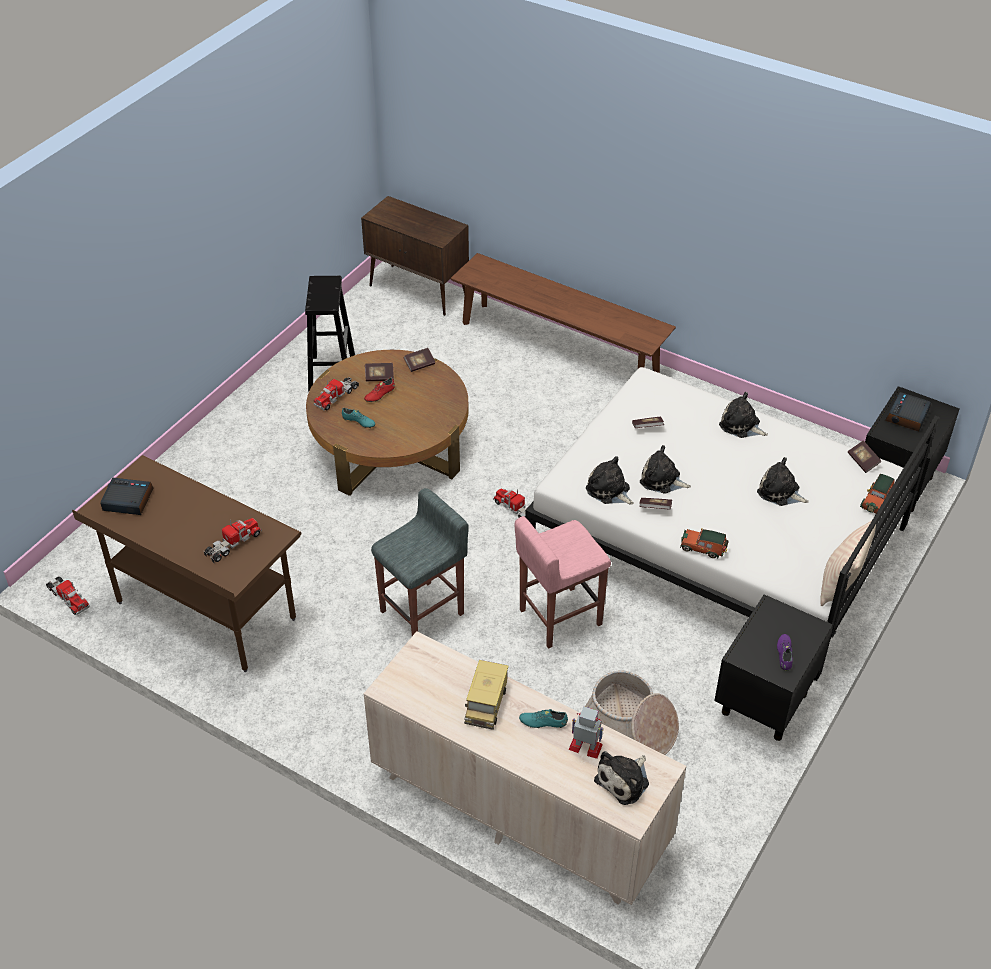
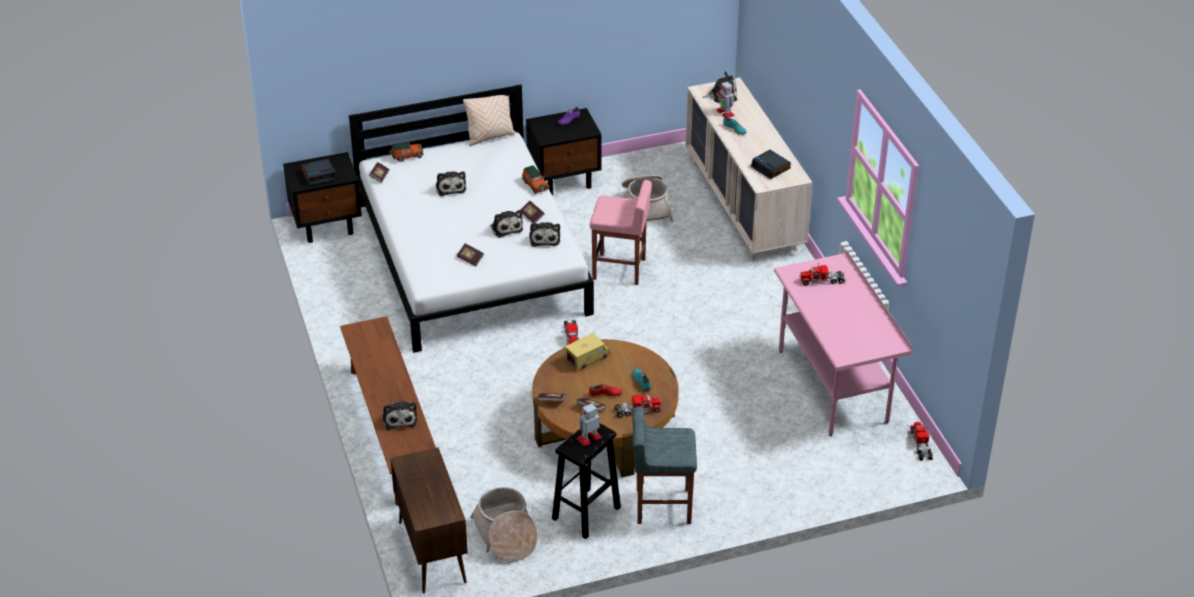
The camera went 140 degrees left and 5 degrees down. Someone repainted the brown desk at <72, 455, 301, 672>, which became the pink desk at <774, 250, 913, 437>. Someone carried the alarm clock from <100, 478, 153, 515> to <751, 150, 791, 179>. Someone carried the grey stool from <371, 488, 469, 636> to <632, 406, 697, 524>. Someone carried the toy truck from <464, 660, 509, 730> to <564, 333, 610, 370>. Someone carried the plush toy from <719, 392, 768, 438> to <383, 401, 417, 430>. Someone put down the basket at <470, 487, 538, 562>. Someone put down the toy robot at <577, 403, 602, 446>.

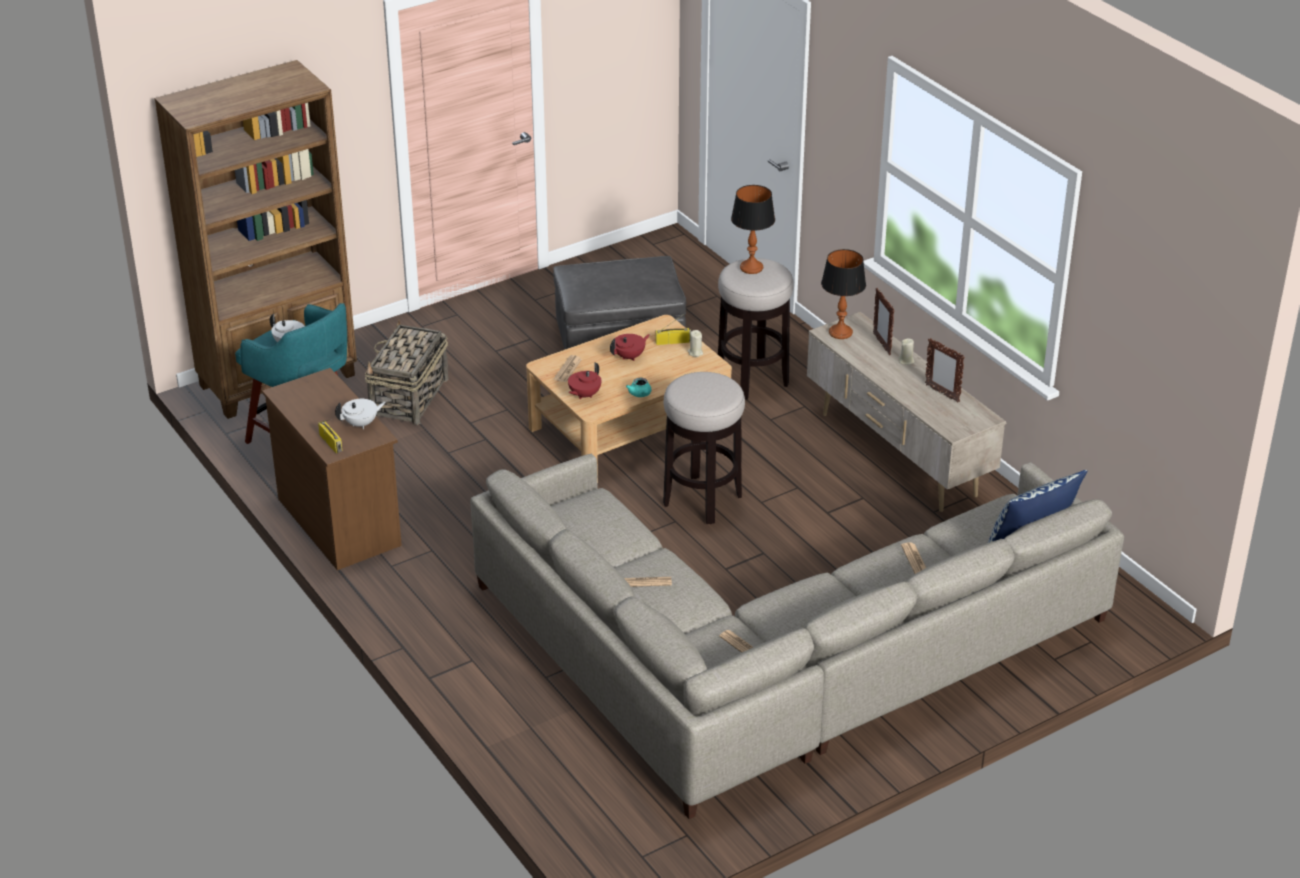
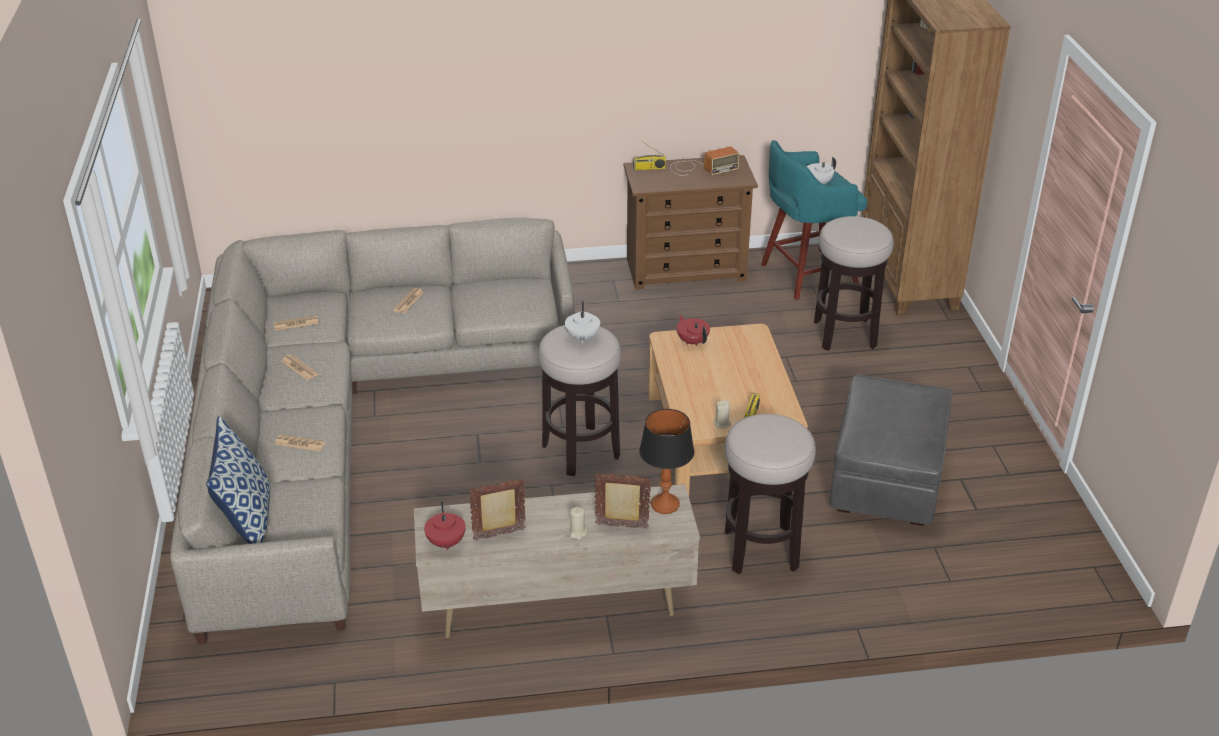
The camera went 115 degrees right and 0 degrees up. Someone carried the white teapot from <335, 399, 386, 429> to <565, 302, 600, 344>. Someone swapped the basket at <365, 320, 449, 425> for the stool at <814, 216, 894, 351>. Someone carried the newspaper from <554, 355, 582, 382> to <281, 354, 318, 380>. Someone carried the red teapot from <610, 334, 650, 361> to <424, 501, 466, 550>. Someone took away the turquoise teapot at <626, 378, 651, 397>. Someone took away the table lamp at <731, 185, 775, 274>. Someone put down the radio at <670, 146, 740, 176>.

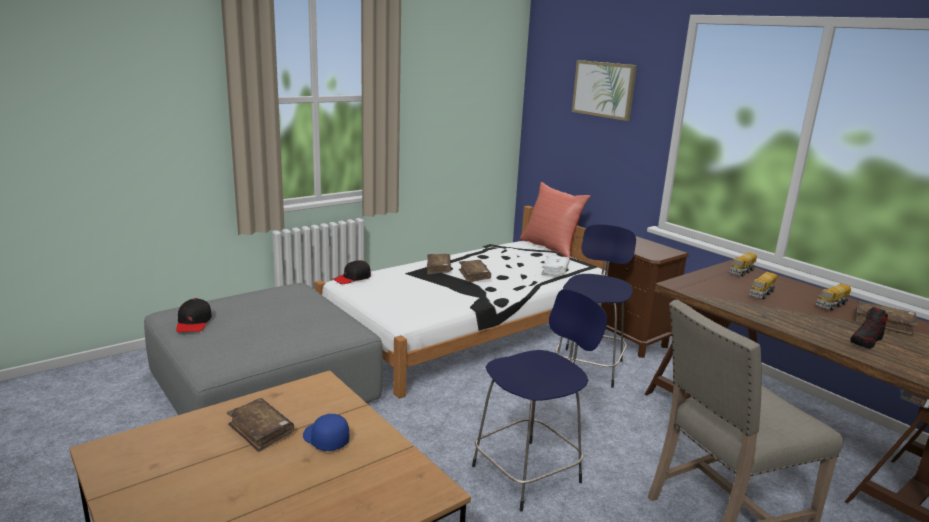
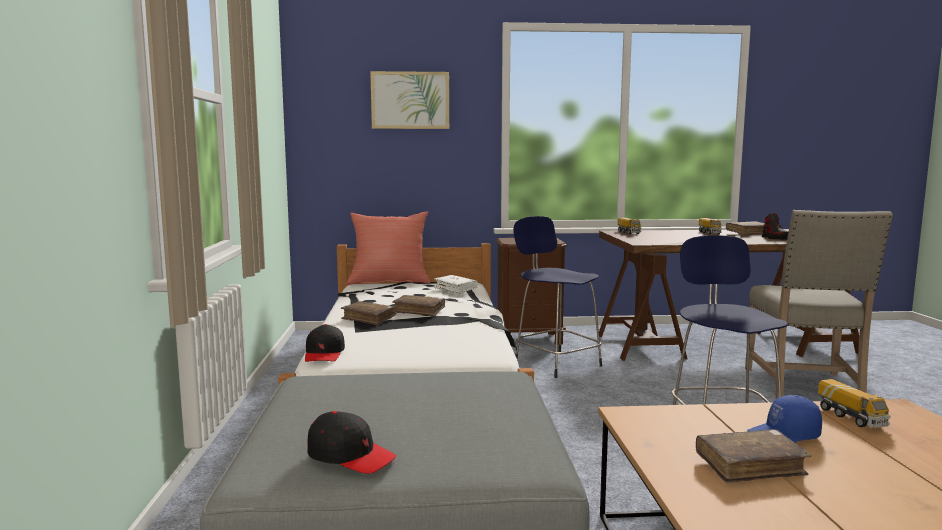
The camera went 55 degrees left and 10 degrees down. Someone carried the toy truck from <749, 272, 777, 299> to <818, 379, 891, 428>.

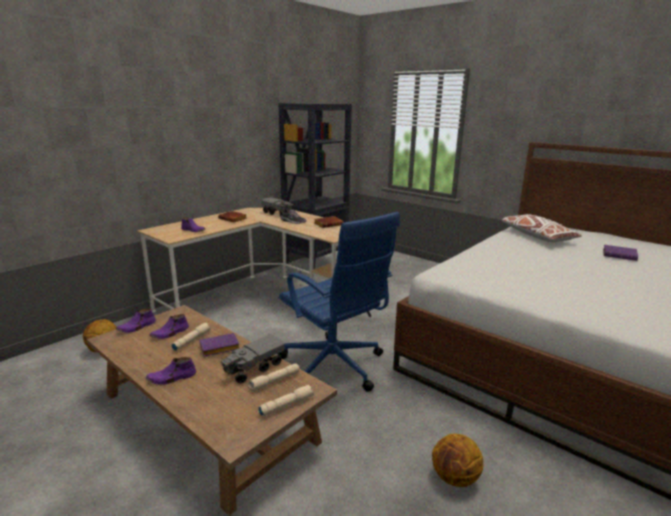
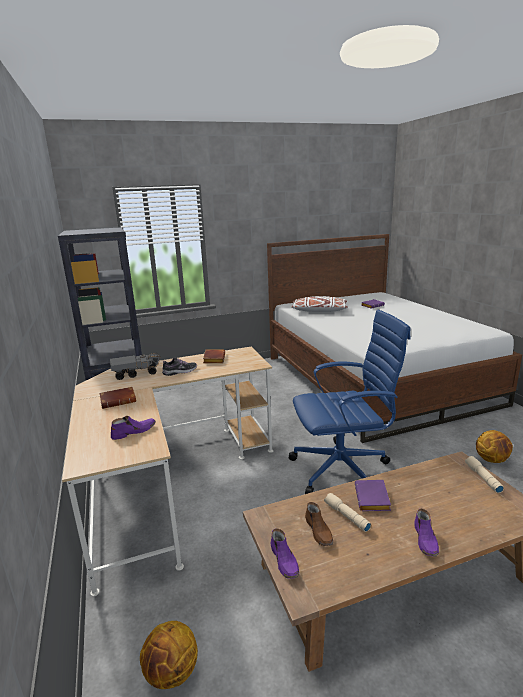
The camera went 60 degrees left and 0 degrees up. Someone repainted the purple shoe at <150, 314, 189, 339>, which became the brown shoe at <305, 502, 333, 546>. Someone took away the toy truck at <220, 334, 284, 383>. Someone took away the beige flashlight at <248, 363, 299, 392>.

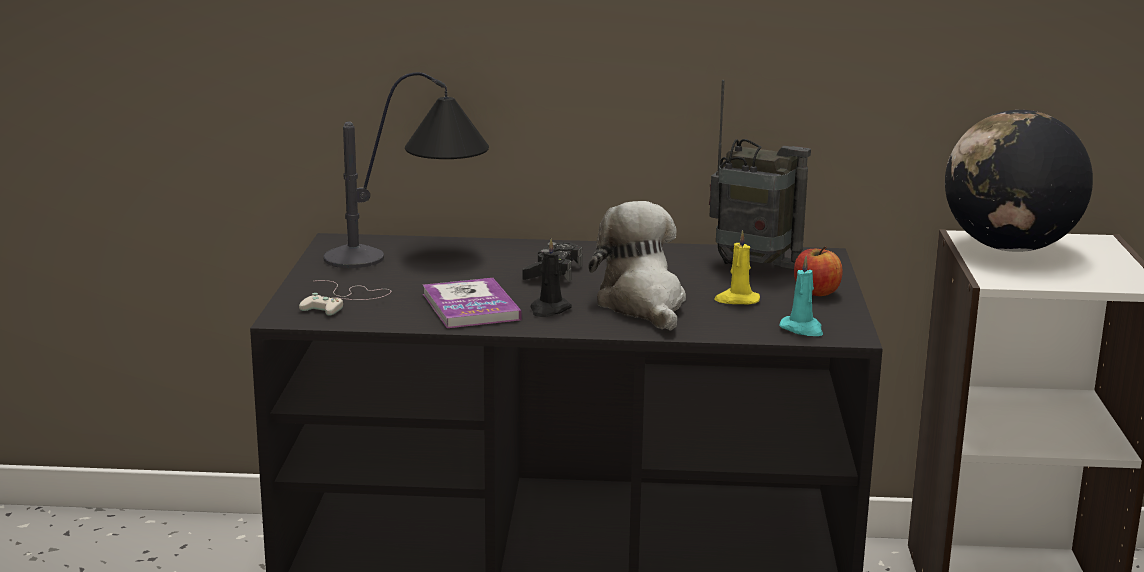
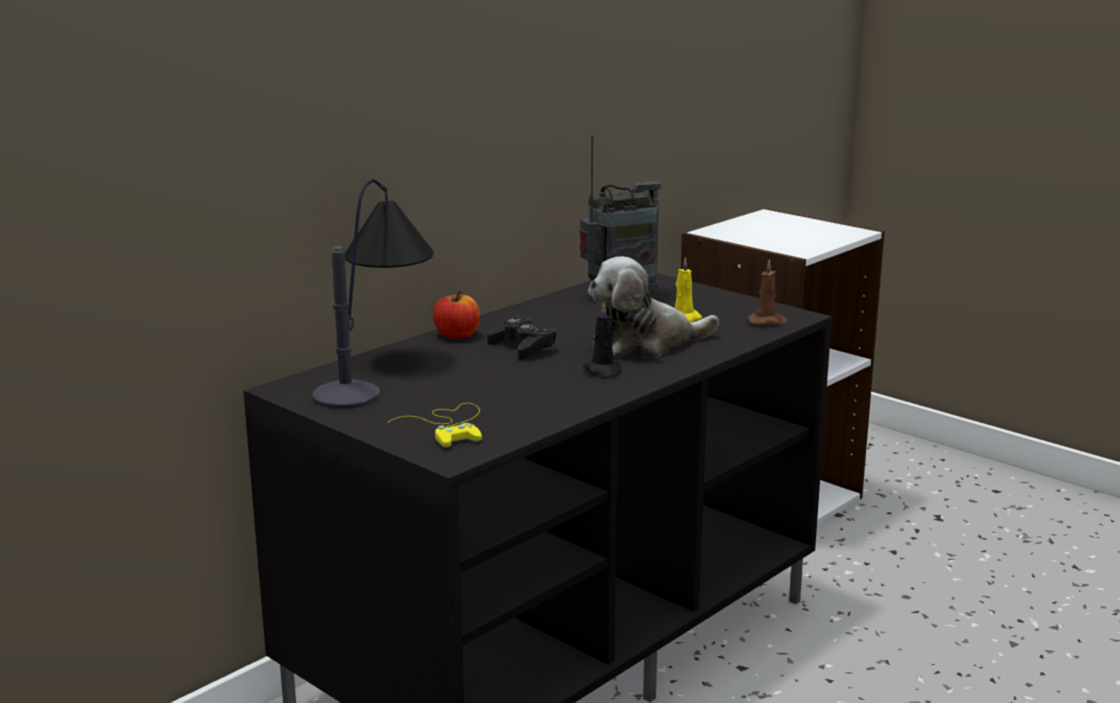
The camera went 50 degrees left and 0 degrees up. Someone repainted the white game controller at <299, 280, 391, 316>, which became the yellow game controller at <387, 403, 482, 447>. Someone took away the book at <423, 278, 521, 328>. Someone rotated the plush toy at <589, 201, 686, 331> by 45 degrees counterclockwise. Someone repainted the turquoise candle at <779, 256, 823, 336>, which became the brown candle at <747, 259, 788, 326>. Someone carried the apple from <794, 246, 843, 296> to <433, 291, 480, 339>. Someone took away the globe at <945, 110, 1093, 252>.

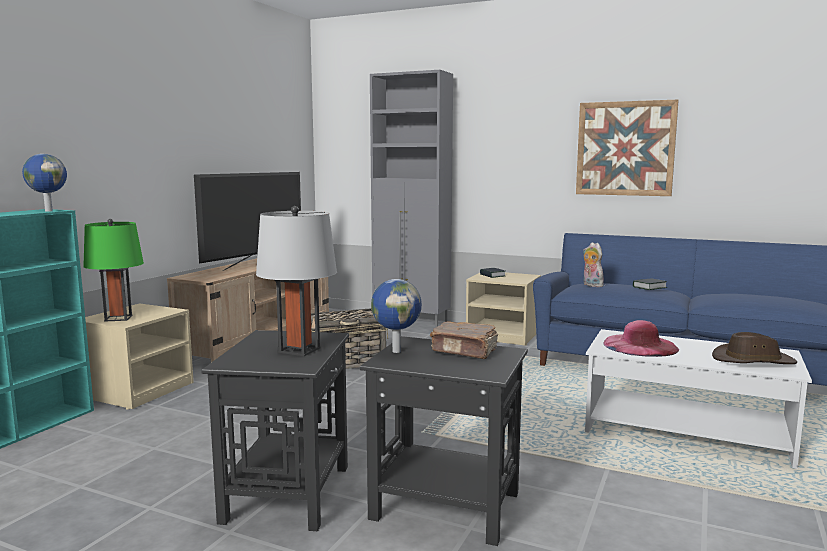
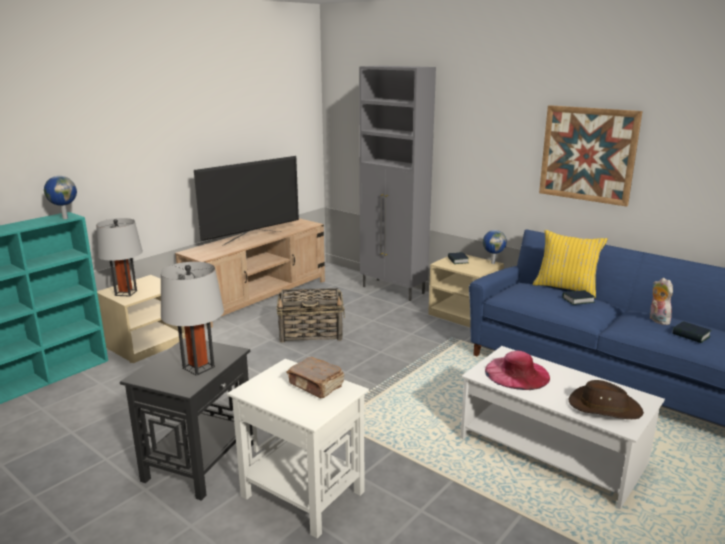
The camera went 15 degrees right and 10 degrees up. Someone repainted the green table lamp at <83, 219, 144, 322>, which became the grey table lamp at <96, 218, 143, 296>. Someone repainted the black side table at <360, 336, 528, 546>, which became the white side table at <227, 359, 369, 538>. Someone carried the globe from <371, 279, 422, 353> to <483, 230, 507, 264>. Someone carried the plush toy from <583, 242, 604, 287> to <650, 278, 673, 325>. Someone put down the yellow pillow at <533, 230, 608, 298>. Someone put down the book at <672, 321, 712, 343>.

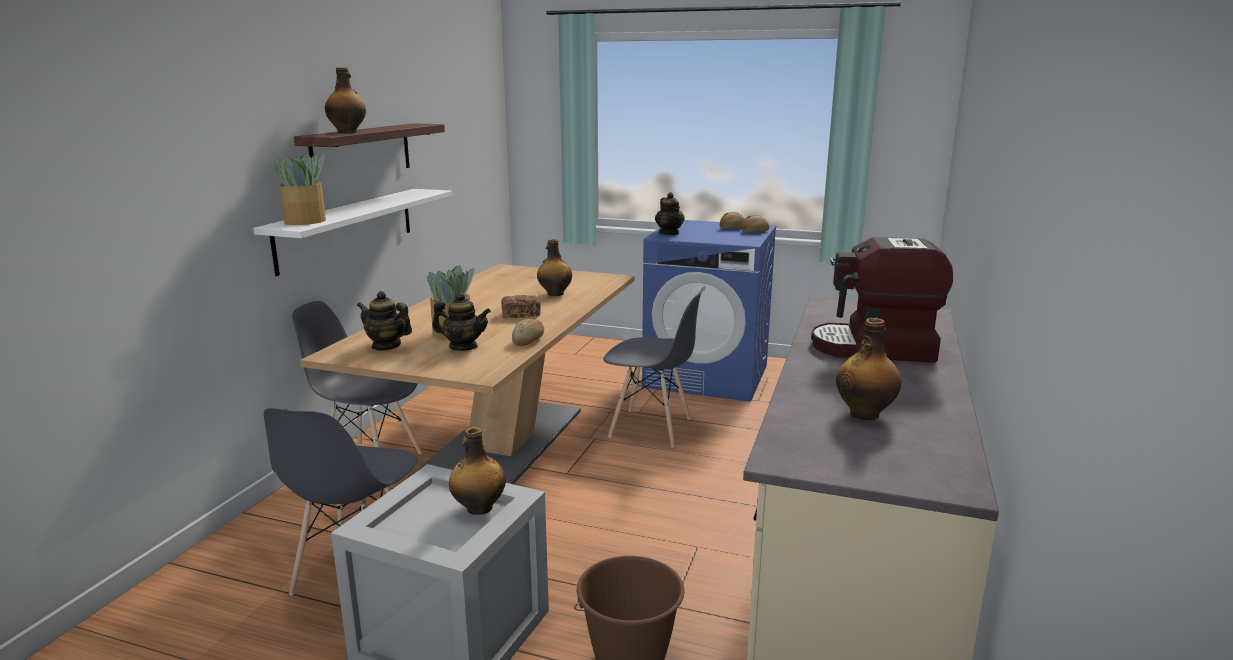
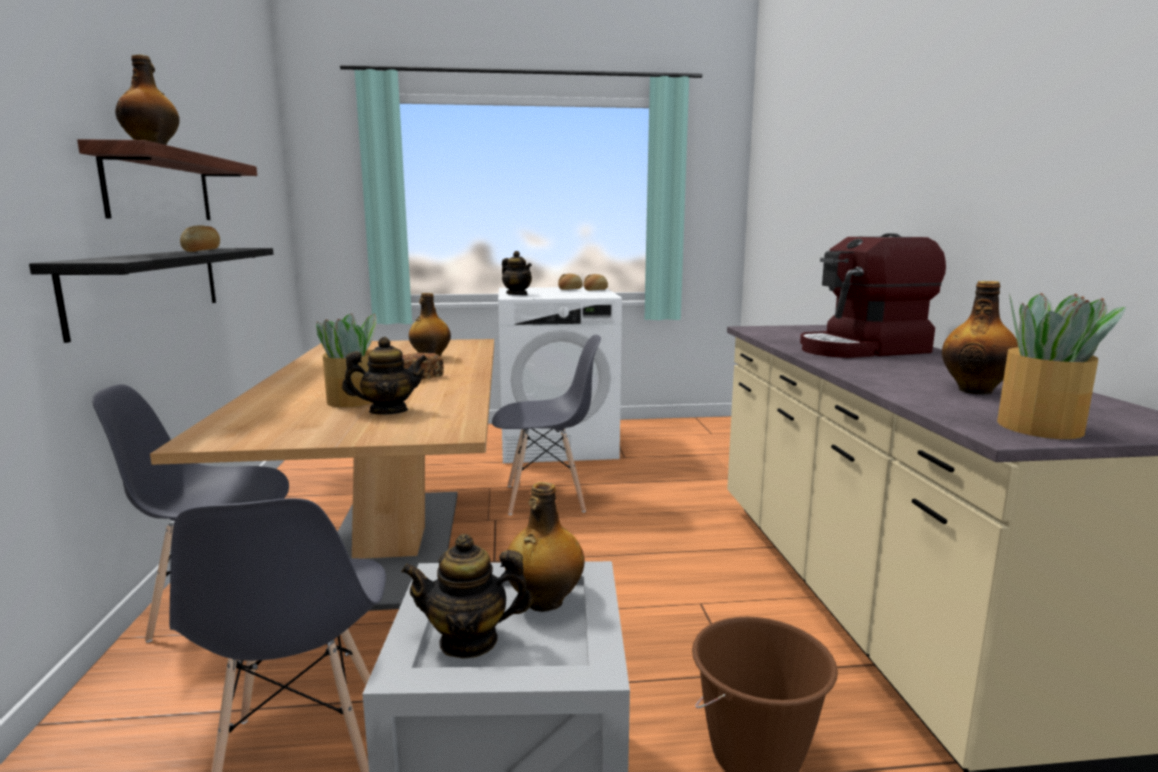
The camera went 25 degrees left and 5 degrees down. Someone repainted the white shelf at <253, 189, 452, 276>, which became the black shelf at <29, 248, 274, 343>. Someone carried the potted plant from <274, 153, 326, 225> to <997, 293, 1126, 439>. Someone carried the teapot from <357, 291, 412, 351> to <401, 534, 533, 659>. Someone carried the bread from <512, 319, 544, 346> to <180, 225, 220, 252>. Someone repainted the blue washing machine at <642, 220, 776, 402>, which became the white washing machine at <498, 287, 622, 463>.

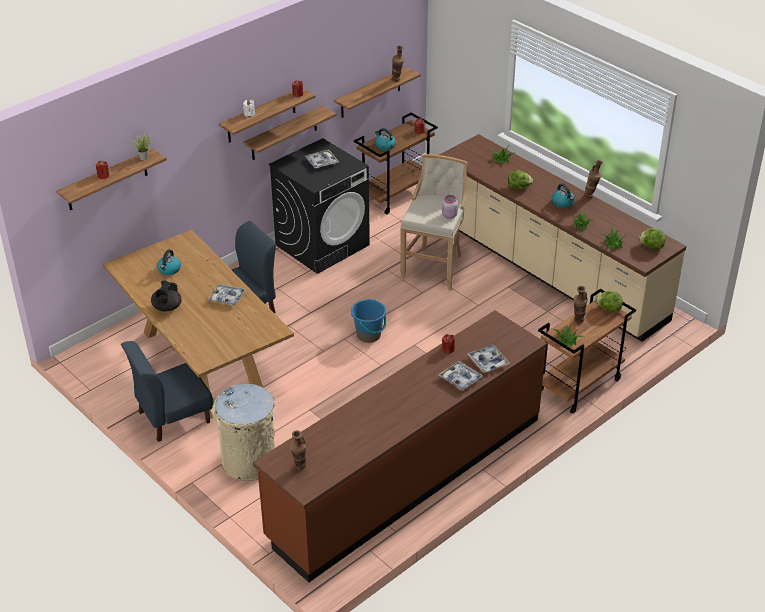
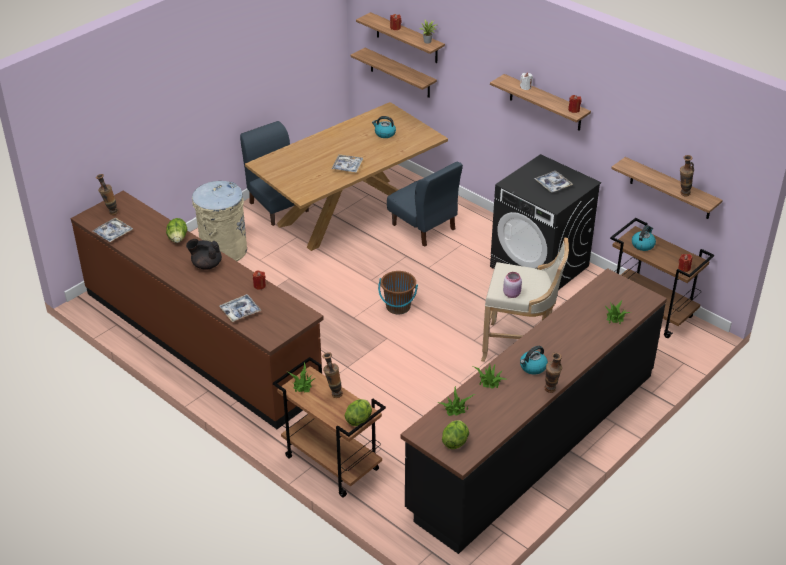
The camera went 85 degrees right and 0 degrees up. Someone carried the black teapot from <151, 281, 182, 311> to <186, 239, 222, 270>. Someone carried the shelf from <243, 105, 337, 160> to <351, 48, 437, 98>. Someone repainted the blue bucket at <351, 299, 386, 343>, which became the brown bucket at <378, 271, 418, 314>. Someone repainted the beige counter at <439, 134, 686, 342>, which became the black counter at <401, 268, 667, 554>. Someone carried the tray from <439, 361, 483, 391> to <93, 218, 133, 242>. Someone carried the lettuce from <508, 170, 533, 189> to <166, 218, 187, 243>.

